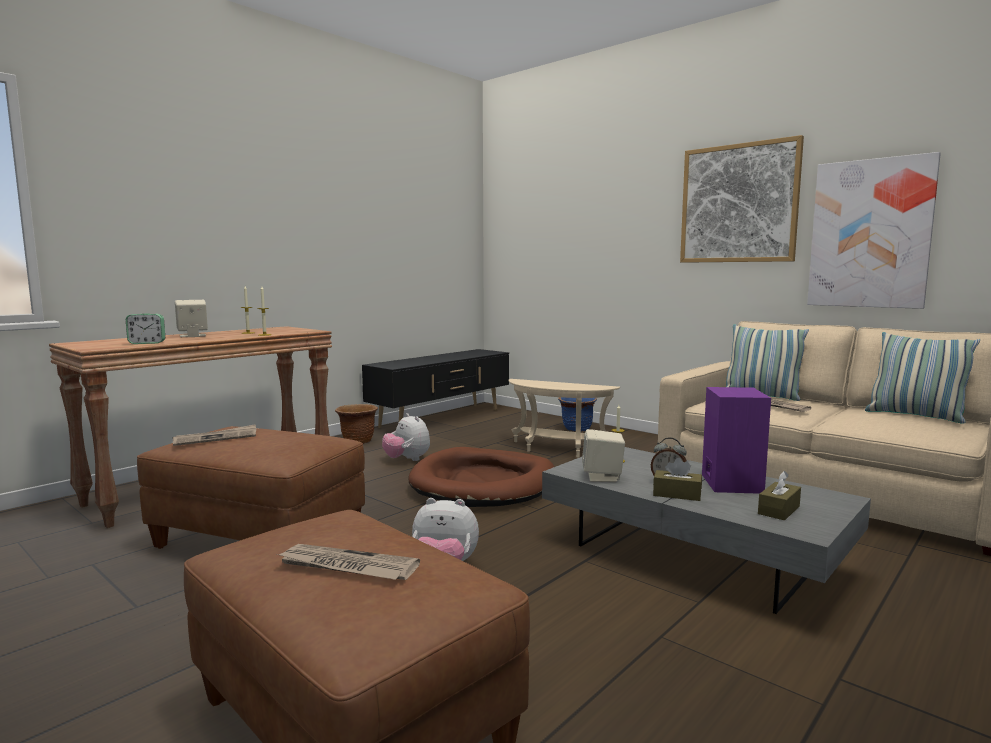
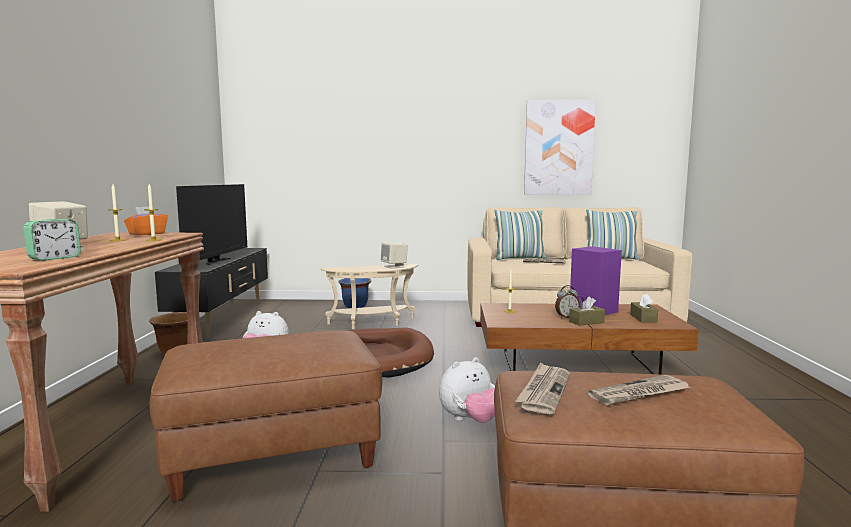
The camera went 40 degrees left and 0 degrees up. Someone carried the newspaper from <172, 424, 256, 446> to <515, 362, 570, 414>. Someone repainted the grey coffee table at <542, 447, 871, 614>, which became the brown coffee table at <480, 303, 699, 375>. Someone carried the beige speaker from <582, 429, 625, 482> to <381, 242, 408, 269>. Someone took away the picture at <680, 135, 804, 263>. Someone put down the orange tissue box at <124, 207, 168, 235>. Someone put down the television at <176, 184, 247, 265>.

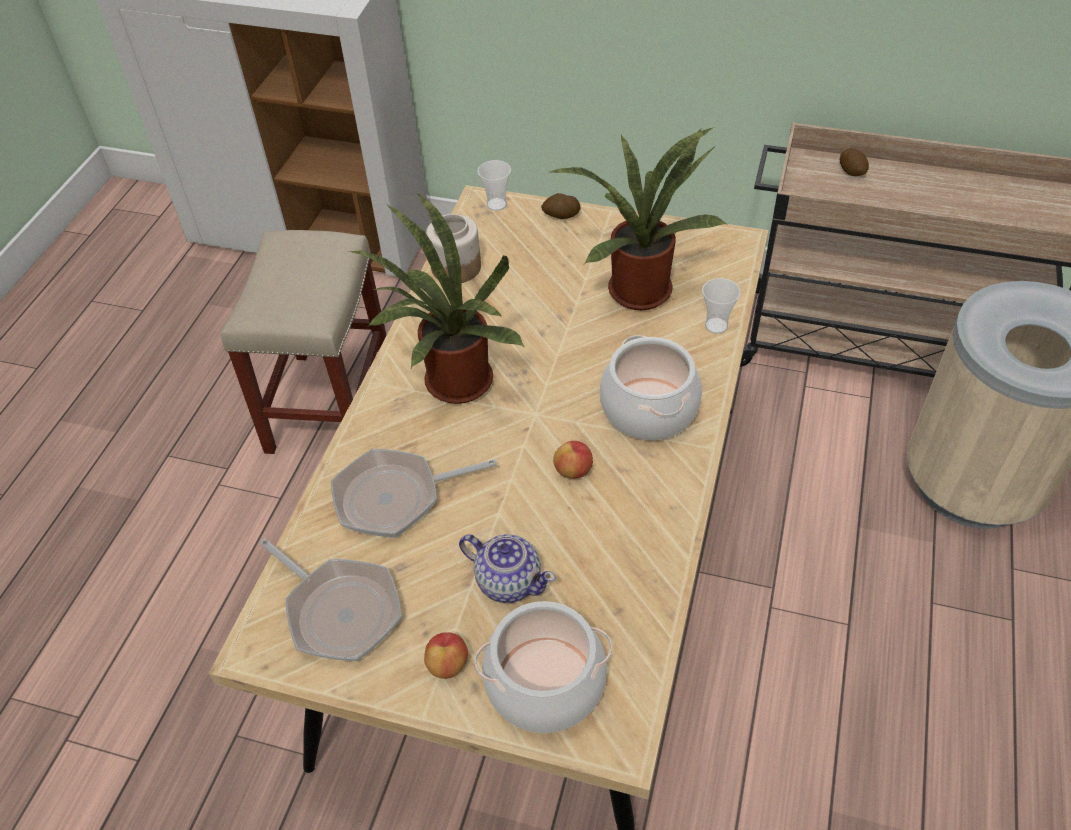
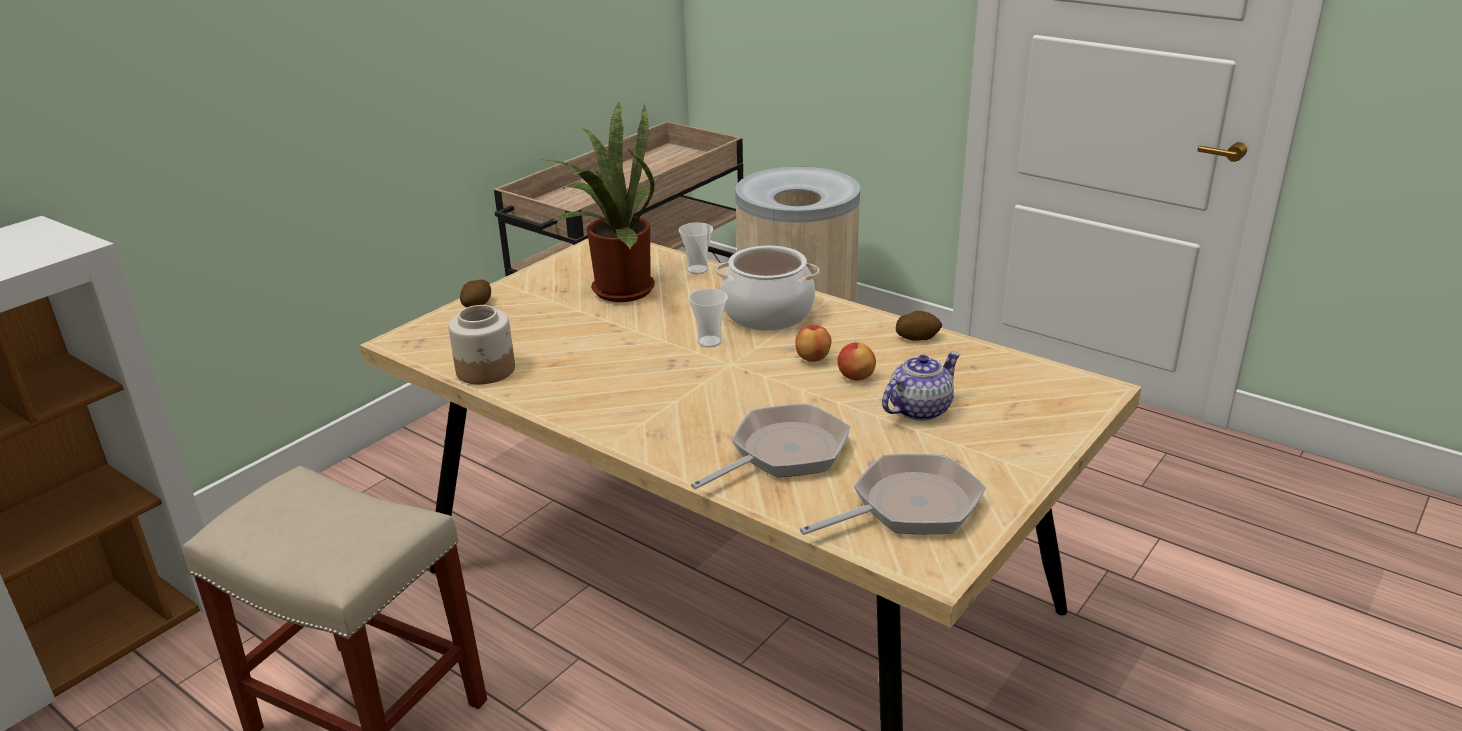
The camera went 70 degrees left and 20 degrees down. Someone rotated the frying pan at <331, 449, 497, 538> by 135 degrees counterclockwise. Someone took away the potted plant at <349, 194, 525, 404>. Someone carried the apple from <424, 632, 468, 679> to <838, 342, 876, 380>. Someone took away the cooking pot at <475, 601, 612, 733>. Someone carried the cup from <478, 160, 511, 211> to <688, 289, 728, 348>. Someone carried the potato from <840, 148, 869, 176> to <896, 311, 942, 340>.

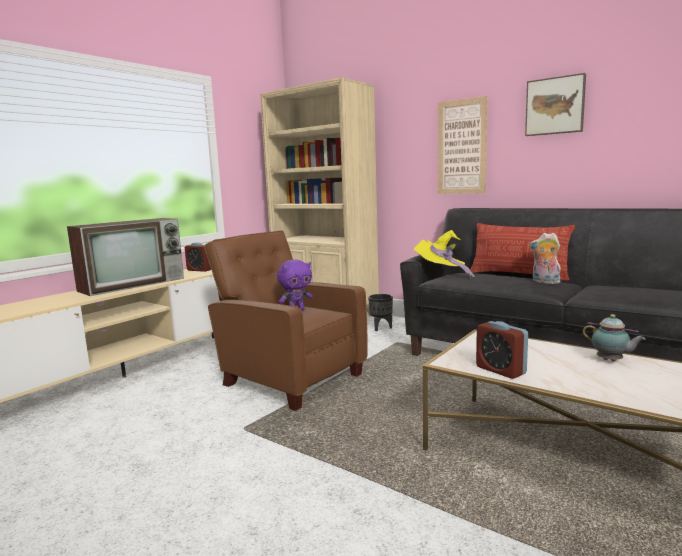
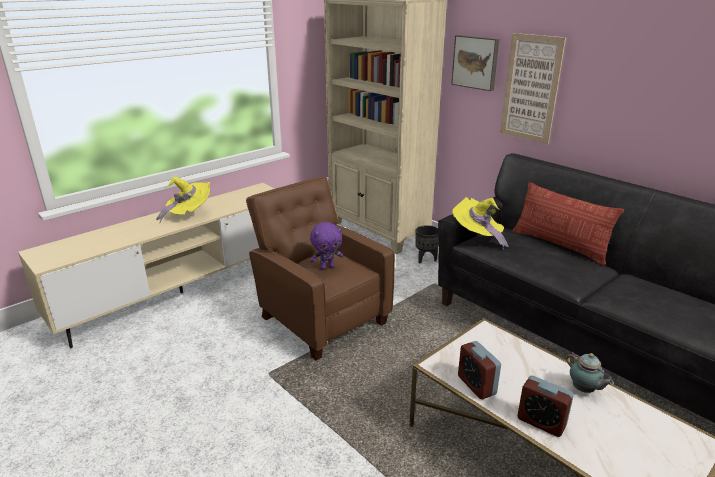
The camera went 10 degrees right and 15 degrees up. Someone swapped the television at <67, 218, 184, 296> for the yellow hat at <156, 177, 210, 223>. Someone carried the alarm clock from <185, 242, 211, 272> to <517, 376, 574, 437>. Someone carried the picture from <525, 73, 586, 136> to <451, 35, 500, 91>. Someone took away the plush toy at <529, 233, 561, 284>.

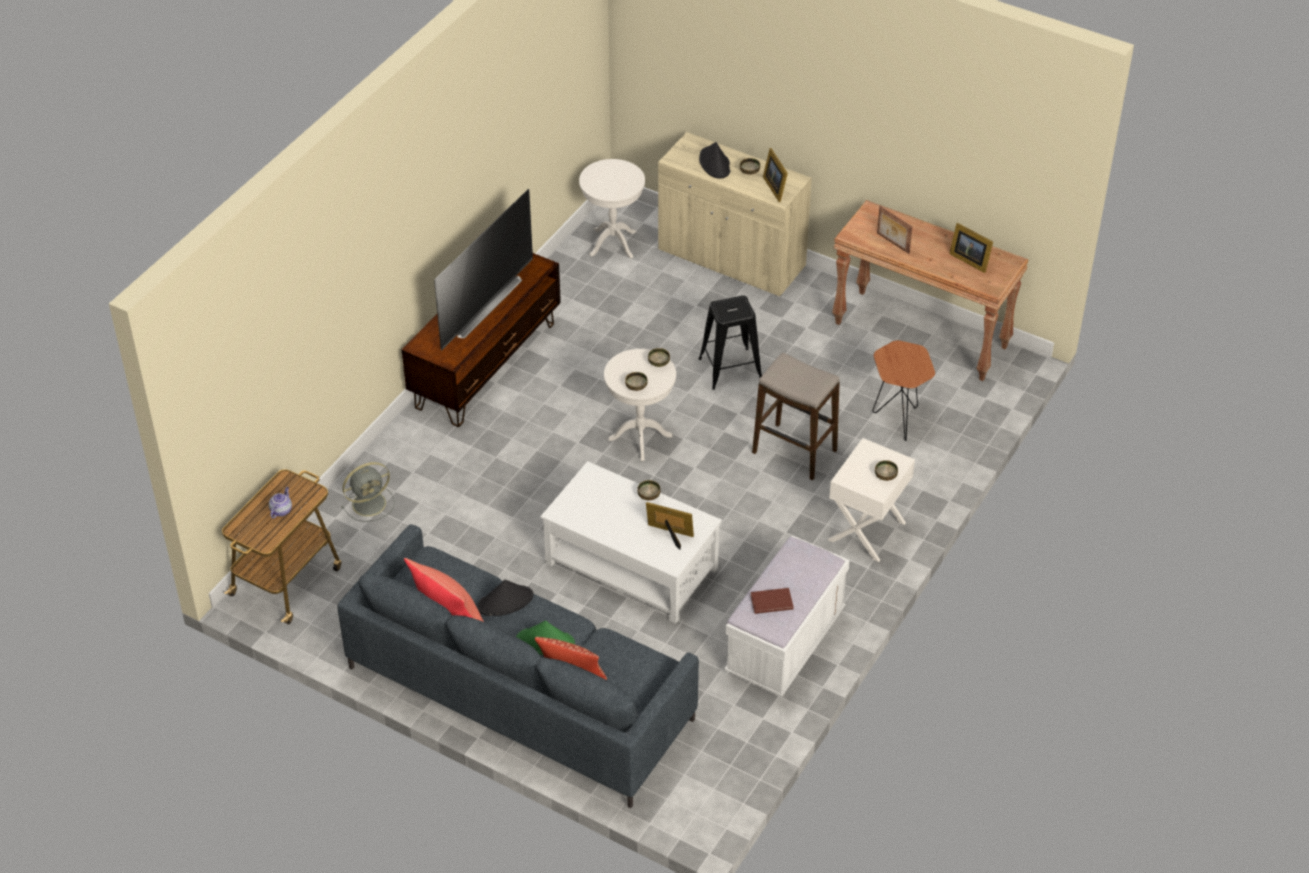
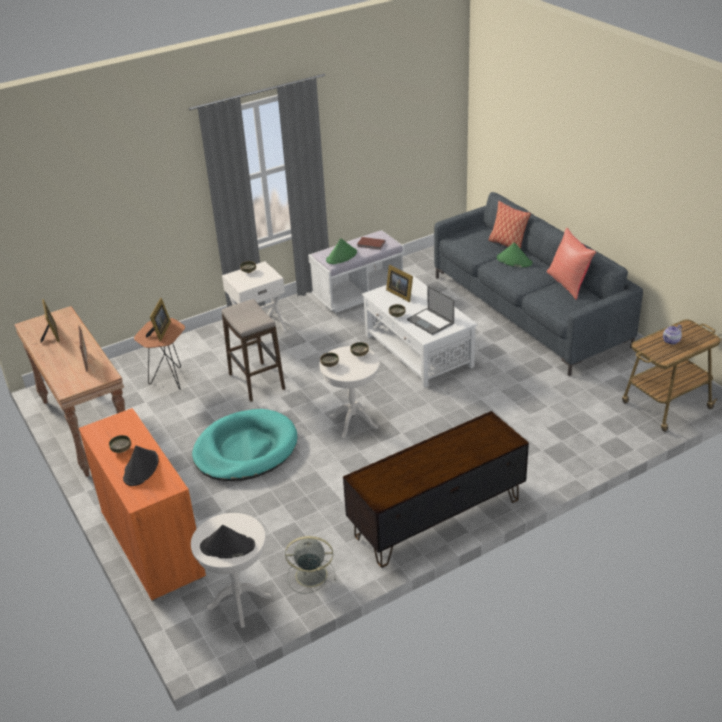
The camera went 150 degrees left and 10 degrees down. Someone carried the grey fan from <341, 462, 395, 522> to <285, 536, 336, 594>. Someone took away the television at <434, 189, 533, 350>. Someone carried the black hat from <478, 579, 533, 616> to <200, 525, 255, 558>. Someone repainted the beige cabinet at <658, 132, 812, 297>, which became the orange cabinet at <79, 408, 206, 601>. Someone swapped the black stool at <699, 295, 762, 390> for the turquoise dog bed at <192, 409, 297, 481>. Someone carried the picture frame from <763, 148, 788, 202> to <146, 298, 171, 342>. Someone put down the green hat at <326, 238, 357, 264>. Someone put down the laptop at <407, 286, 454, 335>.

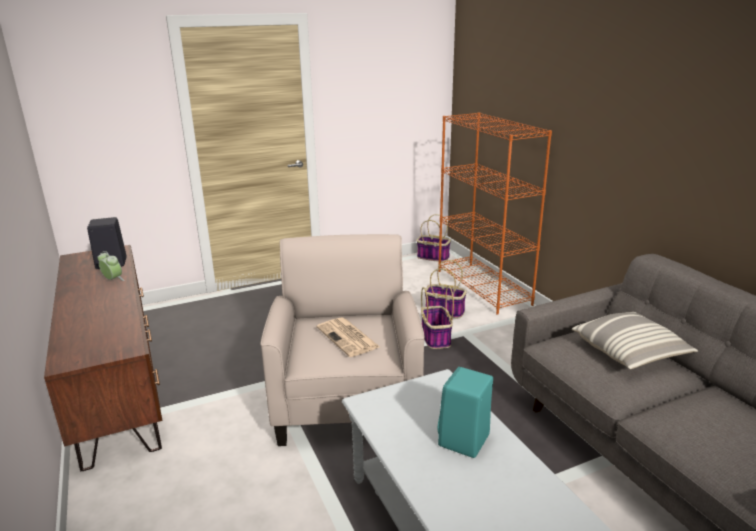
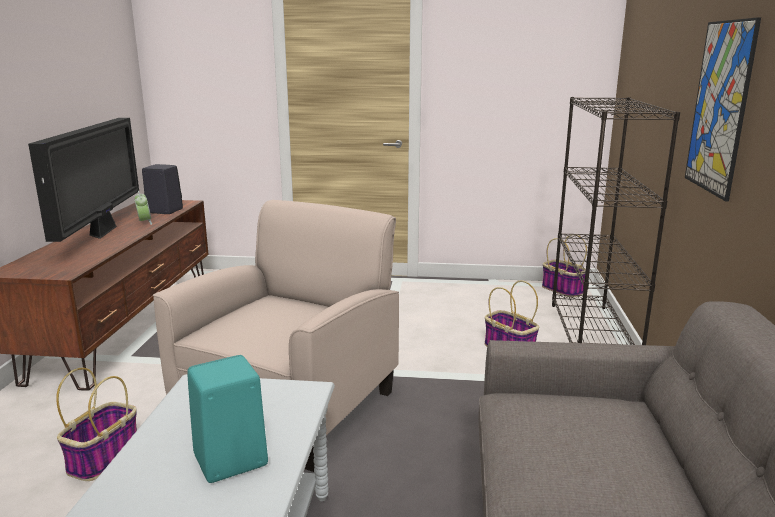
The camera went 30 degrees right and 5 degrees down. Someone took away the newspaper at <317, 317, 380, 357>. Someone carried the basket from <421, 286, 454, 349> to <56, 368, 137, 481>. Someone repainted the orange bookcase at <438, 112, 552, 315>, which became the black bookcase at <552, 97, 680, 345>. Someone took away the pillow at <572, 312, 698, 369>. Someone put down the television at <28, 118, 139, 242>. Someone put up the picture at <685, 17, 761, 201>.

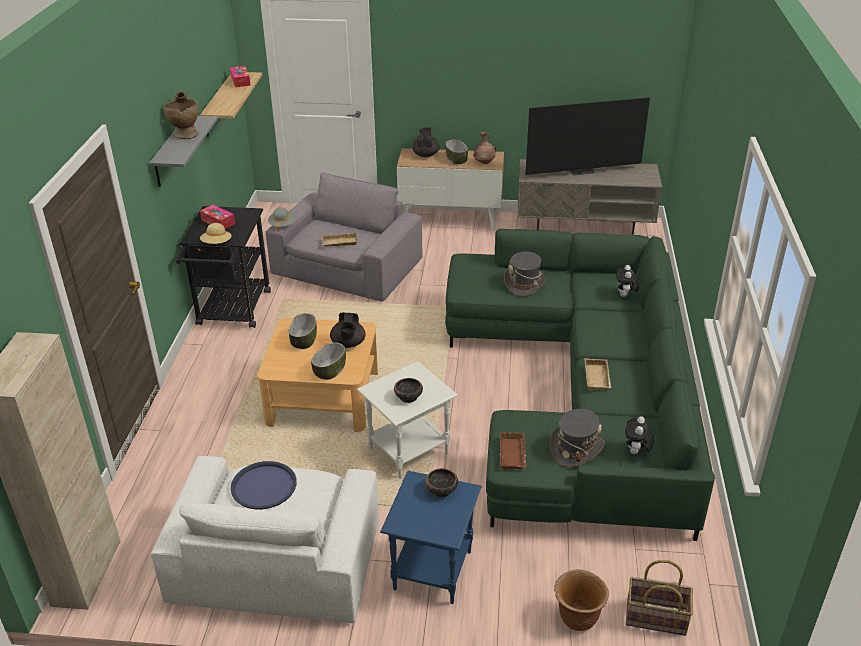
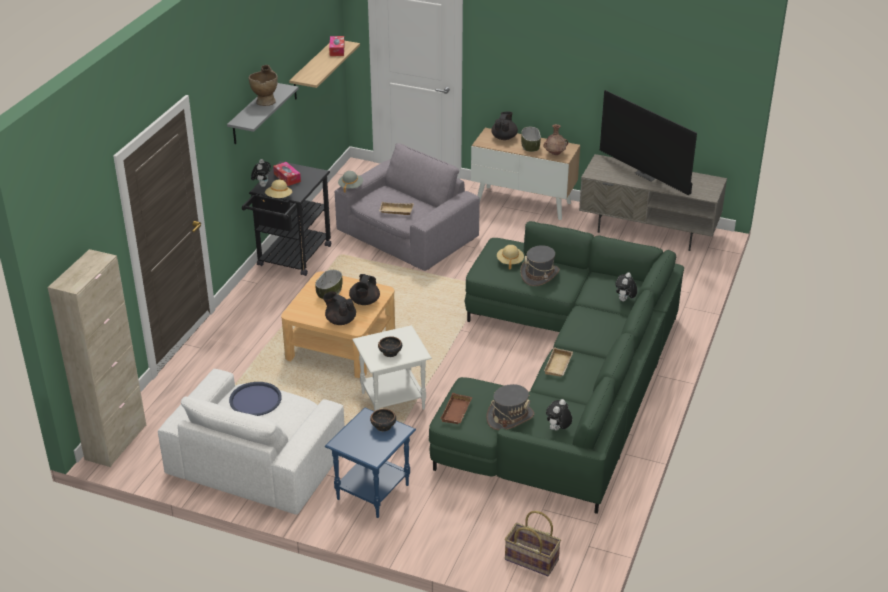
The camera went 15 degrees right and 0 degrees up. Someone swapped the bowl at <311, 342, 346, 380> for the black teapot at <323, 291, 356, 325>. Someone rotated the television at <525, 97, 650, 176> by 45 degrees clockwise. Someone took away the brown planter at <554, 569, 609, 631>. Someone put down the plush toy at <251, 159, 271, 187>. Someone put down the beige hat at <497, 245, 524, 270>.

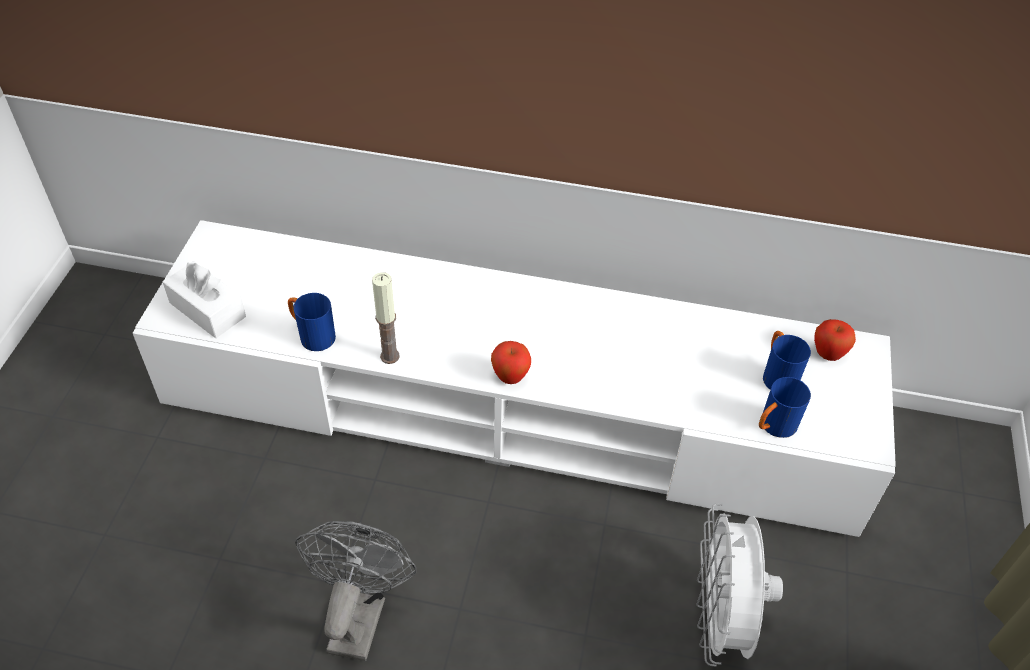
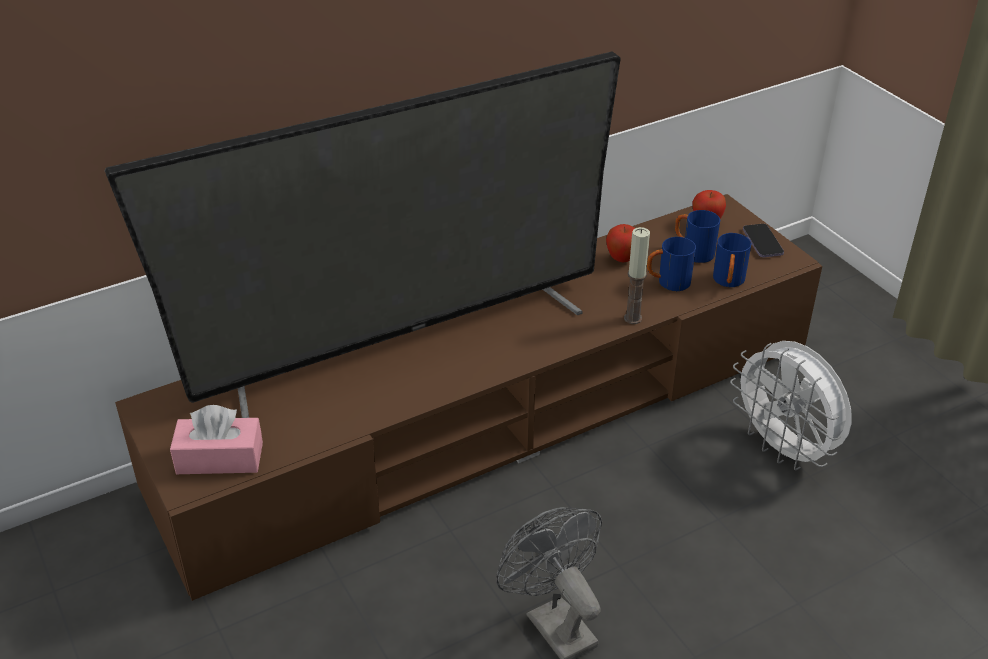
The camera went 40 degrees left and 10 degrees down. Someone repainted the white tv stand at <133, 220, 896, 537>, which became the brown tv stand at <115, 194, 822, 601>. Someone repainted the white tissue box at <163, 261, 246, 338>, which became the pink tissue box at <170, 405, 263, 474>. Someone carried the blue mug from <288, 293, 336, 351> to <647, 237, 696, 291>. Someone carried the candle from <372, 272, 400, 364> to <624, 227, 650, 324>. Someone carried the apple from <491, 341, 531, 384> to <606, 224, 635, 262>. Someone put down the television at <104, 51, 621, 418>. Someone put down the phone at <743, 224, 784, 257>.

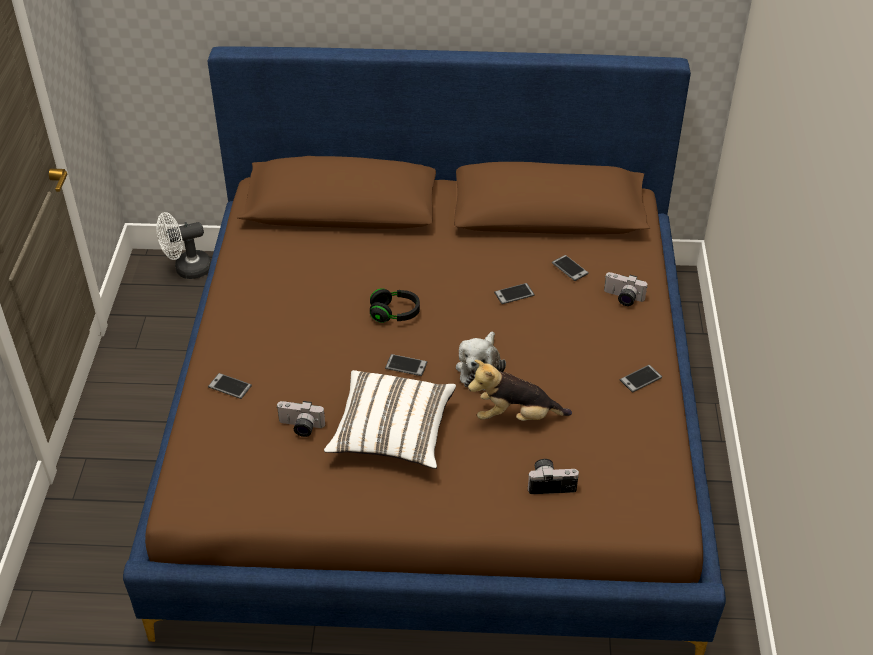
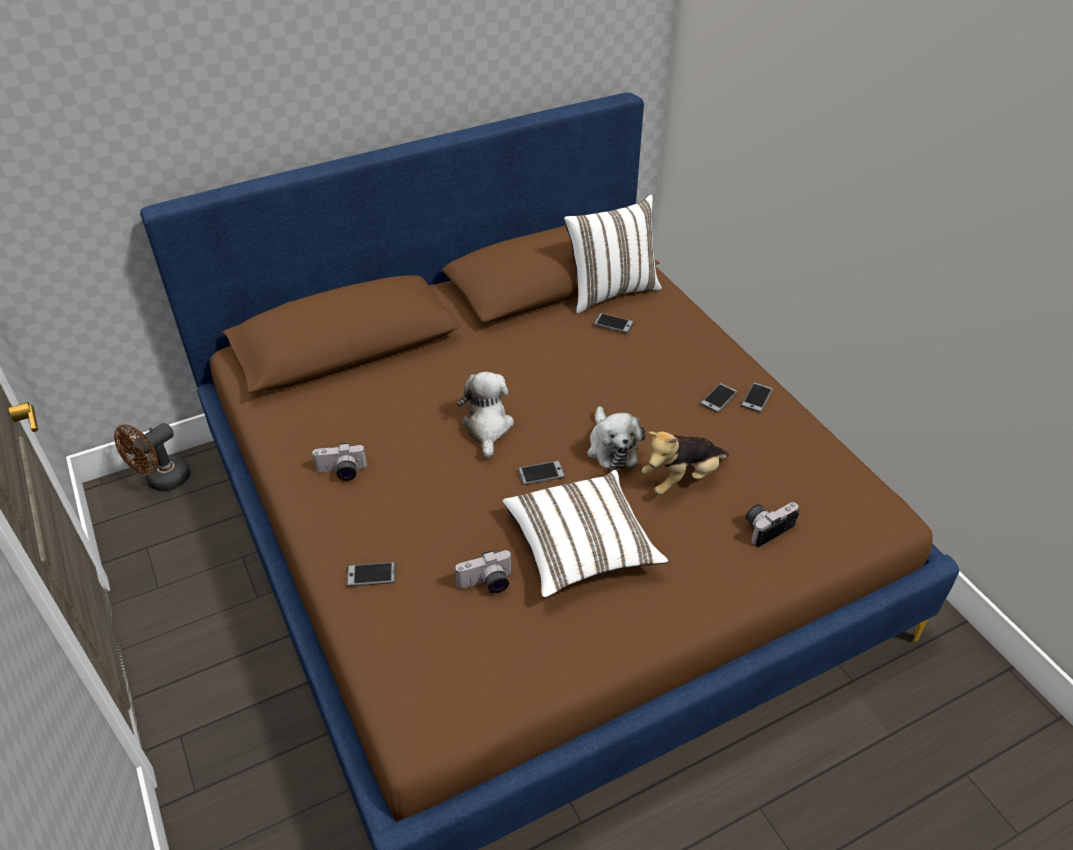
The camera went 30 degrees left and 0 degrees up. Someone repainted the white fan at <156, 212, 211, 279>, which became the brown fan at <114, 423, 191, 491>. Someone swapped the black headphones at <370, 288, 420, 323> for the plush toy at <457, 372, 514, 458>. Someone carried the phone from <494, 283, 534, 304> to <700, 383, 738, 413>. Someone carried the photo camera from <604, 272, 648, 306> to <312, 443, 367, 481>. Someone put down the white pillow at <564, 194, 662, 313>.

